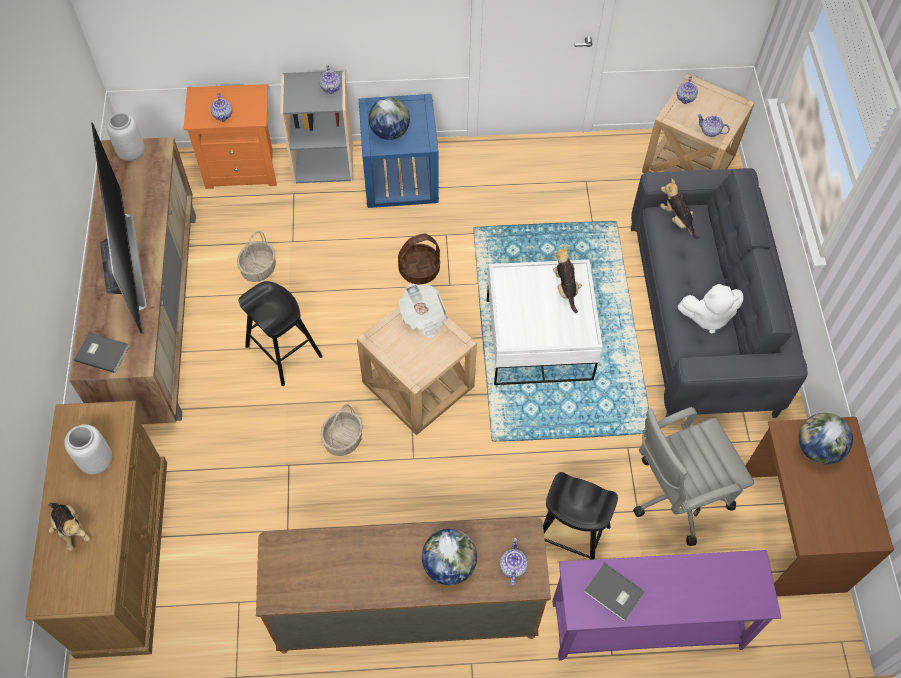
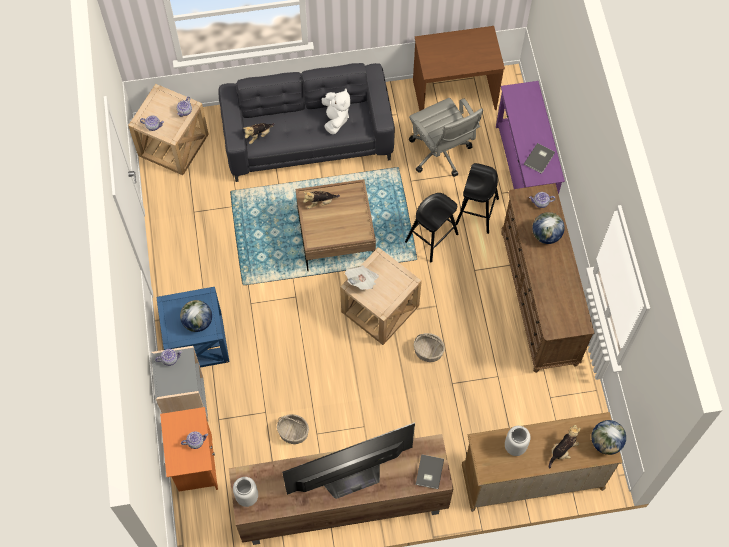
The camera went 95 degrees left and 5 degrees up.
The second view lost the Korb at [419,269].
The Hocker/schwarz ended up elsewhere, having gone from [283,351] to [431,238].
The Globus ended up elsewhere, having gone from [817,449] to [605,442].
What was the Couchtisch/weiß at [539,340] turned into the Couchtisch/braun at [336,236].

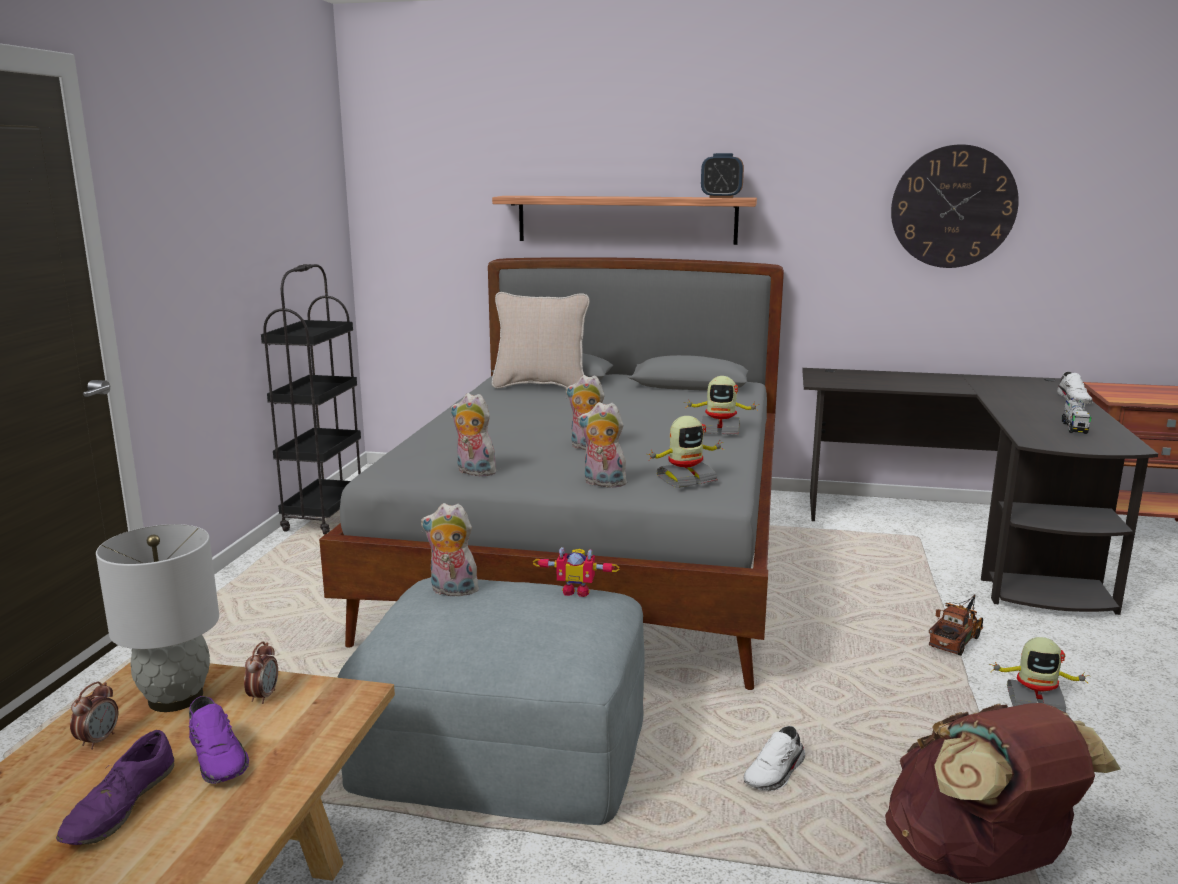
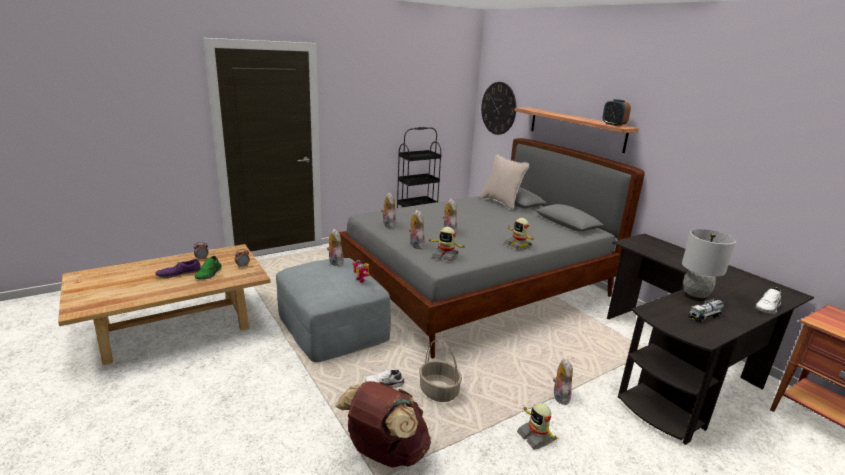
The camera went 45 degrees right and 5 degrees up.
The second view gained the Korb at [439,391].
The Tischlampe/weiß ended up elsewhere, having gone from [176,697] to [695,296].
The Wanduhr ended up elsewhere, having gone from [953,207] to [498,108].
Where the Spielzeuglaster stood at [957,639], the Plüschtier came to stand at [559,396].
What was the Schuh/lila at [219,757] turned into the Schuh/grün at [209,274].

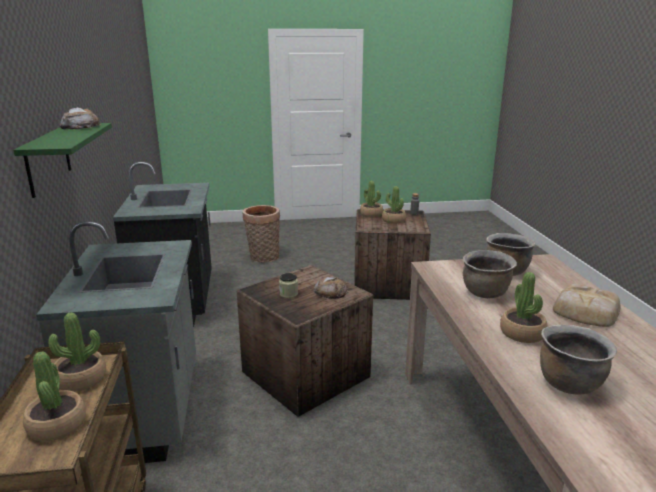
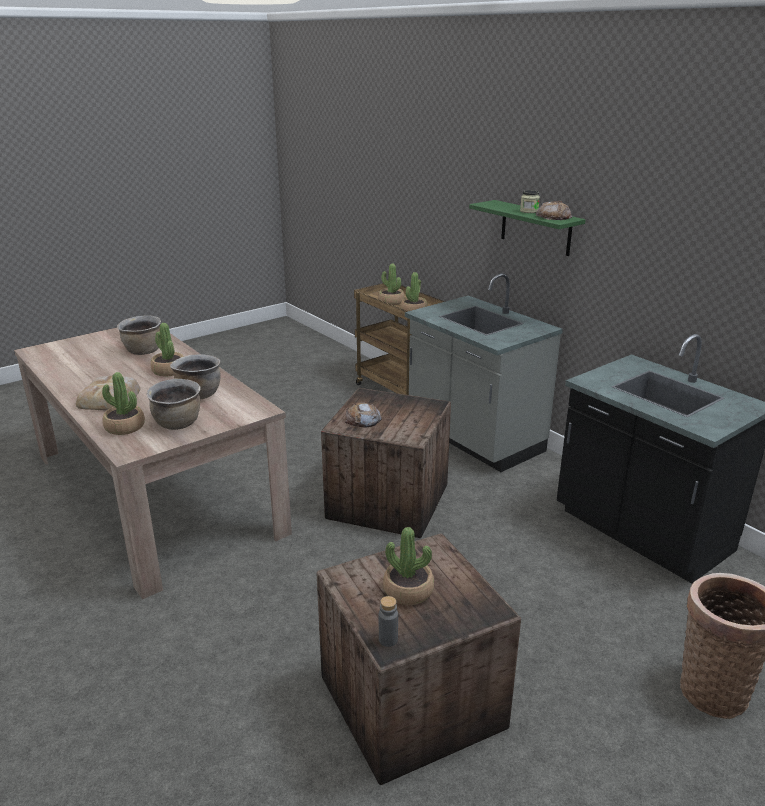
The camera went 150 degrees right and 5 degrees up.
The Vorratsglas ended up elsewhere, having gone from [288,294] to [529,211].
The Topfpflanze ended up elsewhere, having gone from [371,214] to [124,427].

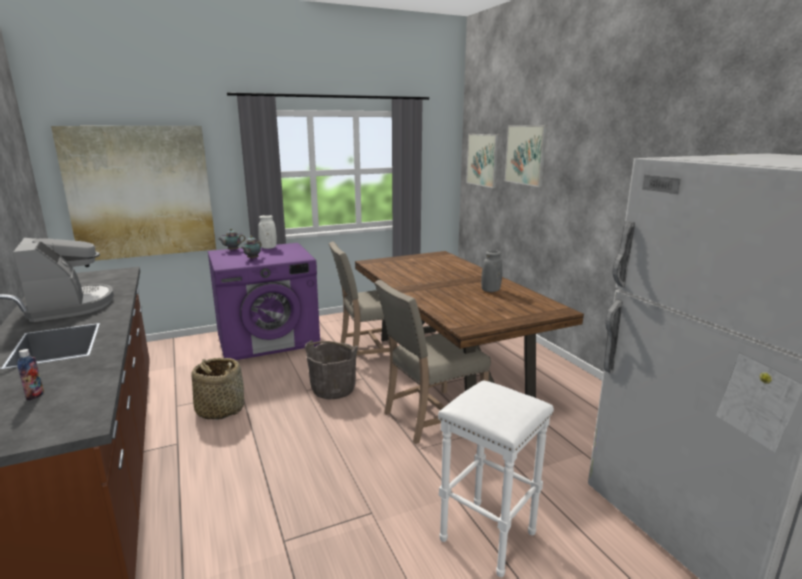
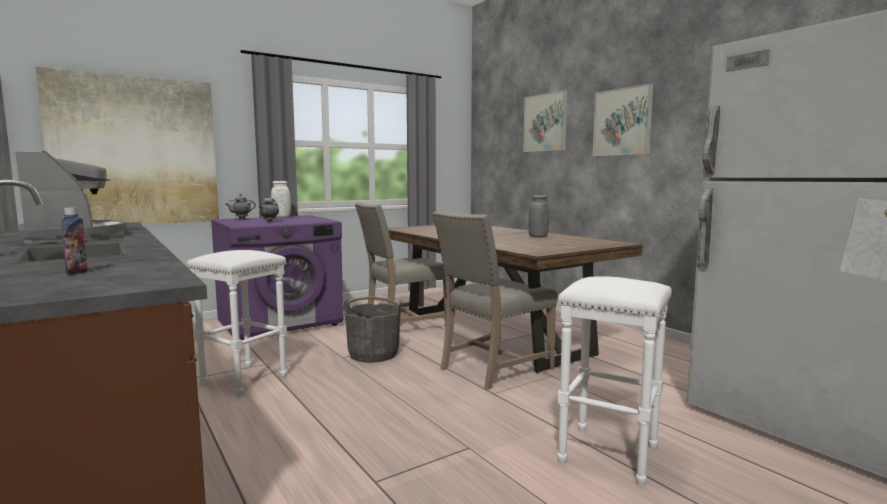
The camera went 10 degrees left and 10 degrees down.
The Bild ended up elsewhere, having gone from [482,160] to [622,122].
Where the Korb stood at [220,409], the Hocker/weiß came to stand at [244,378].

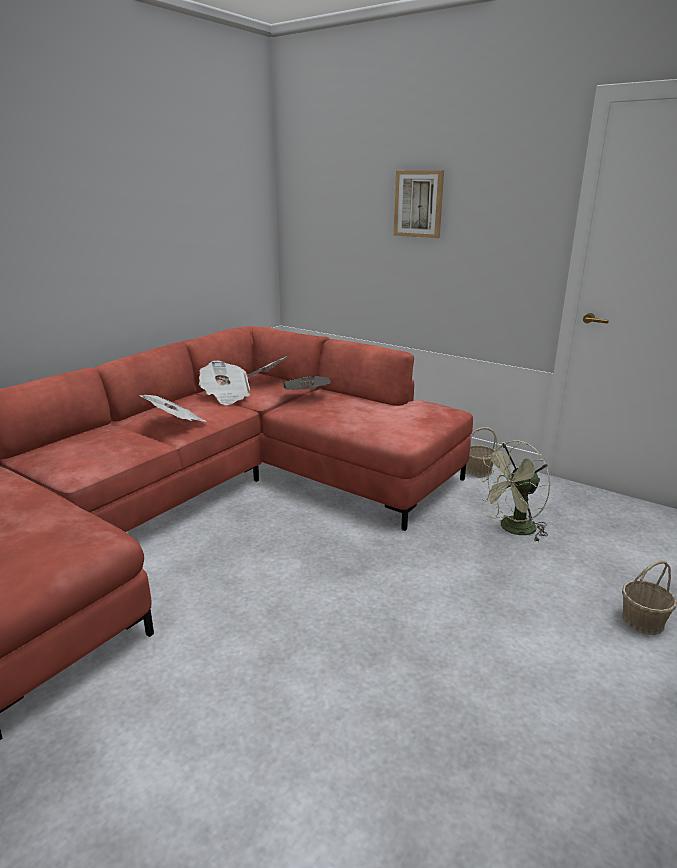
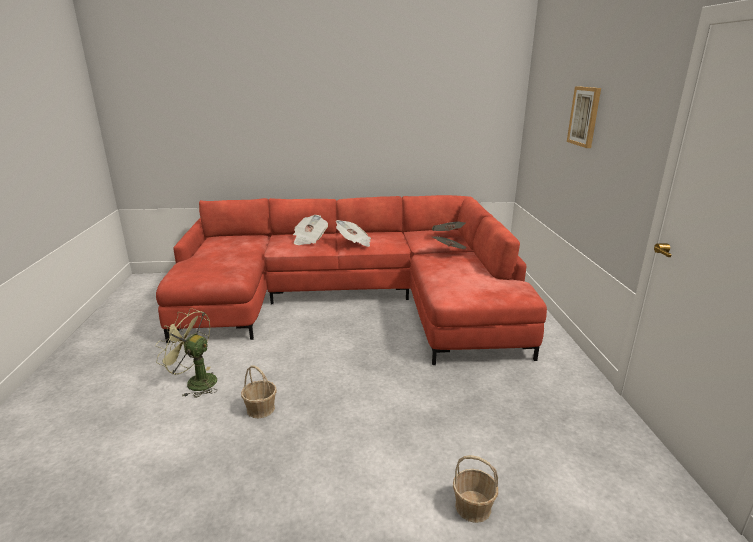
The camera went 50 degrees right and 0 degrees up.
The Zeitung ended up elsewhere, having gone from [225,396] to [309,240].
The Korb ended up elsewhere, having gone from [478,470] to [260,409].
The Ventilator/grün ended up elsewhere, having gone from [513,530] to [195,382].

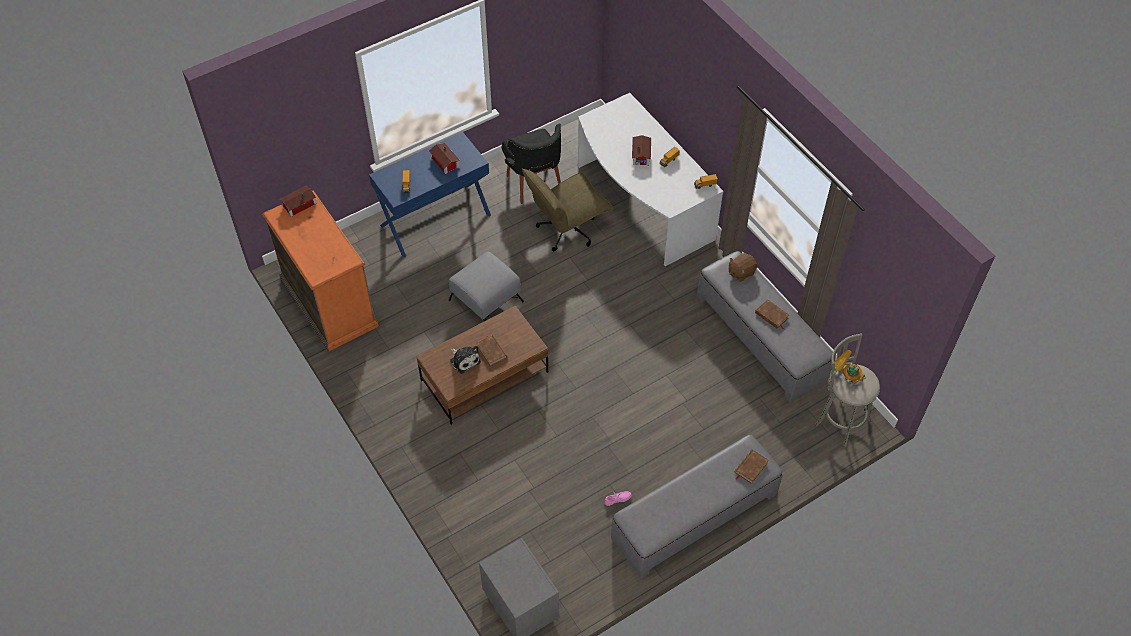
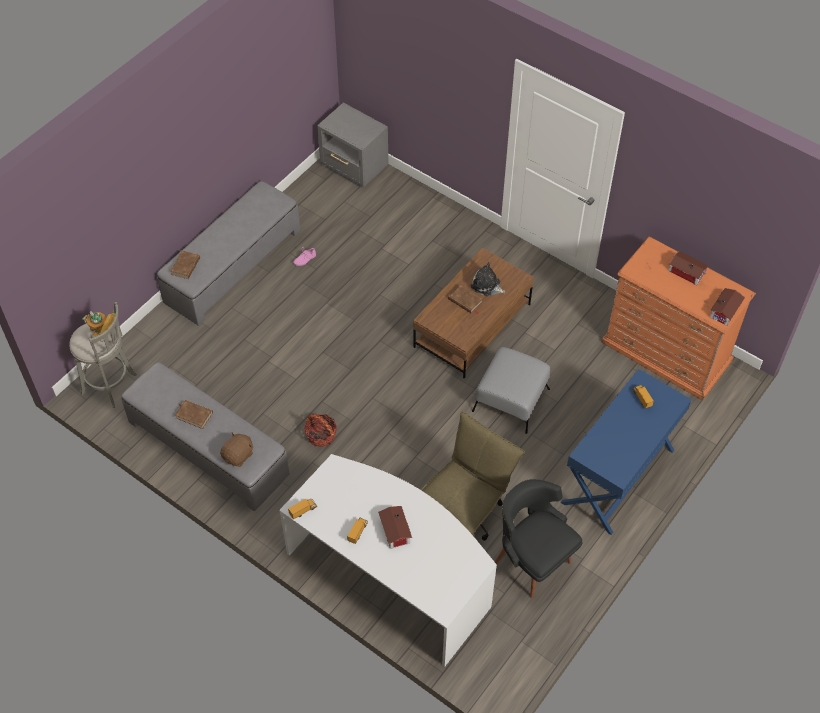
The camera went 160 degrees right and 0 degrees up.
The second view gained the Korb at [321,435].
The Spielzeughaus ended up elsewhere, having gone from [444,163] to [686,271].

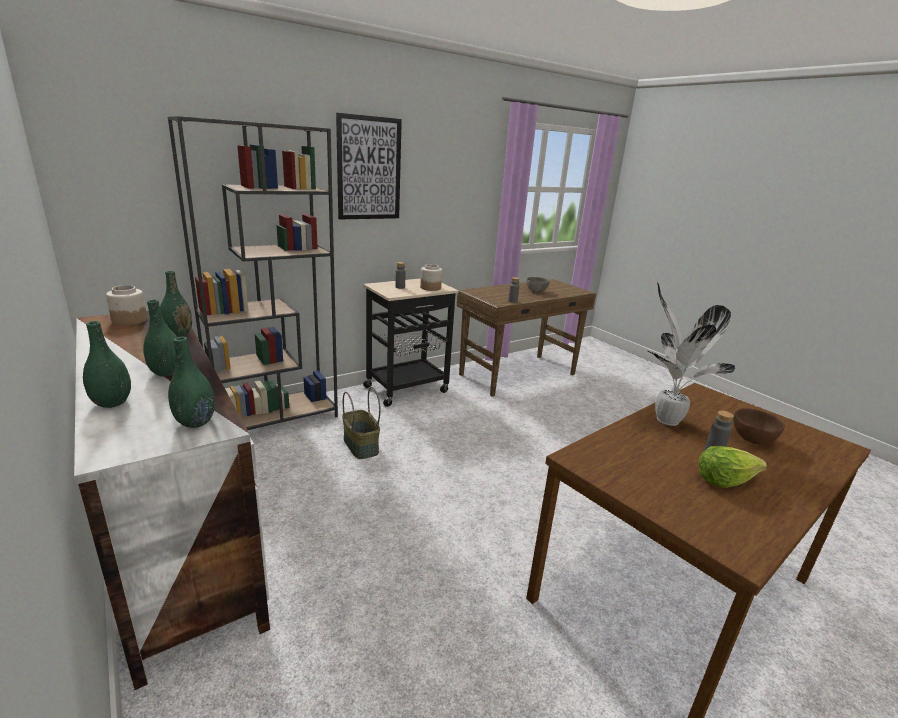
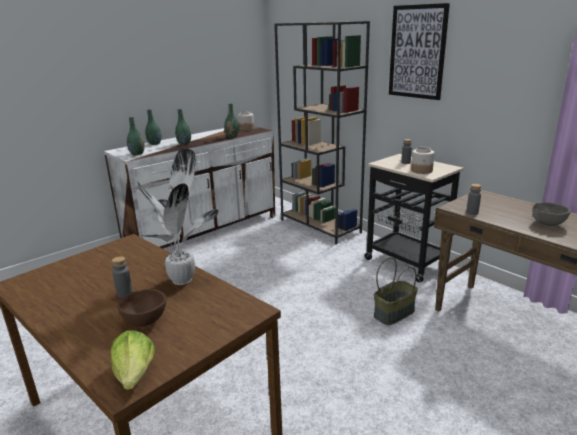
The camera went 85 degrees right and 0 degrees up.
The Korb ended up elsewhere, having gone from [360,445] to [394,313].
The Salatkopf ended up elsewhere, having gone from [724,480] to [135,374].

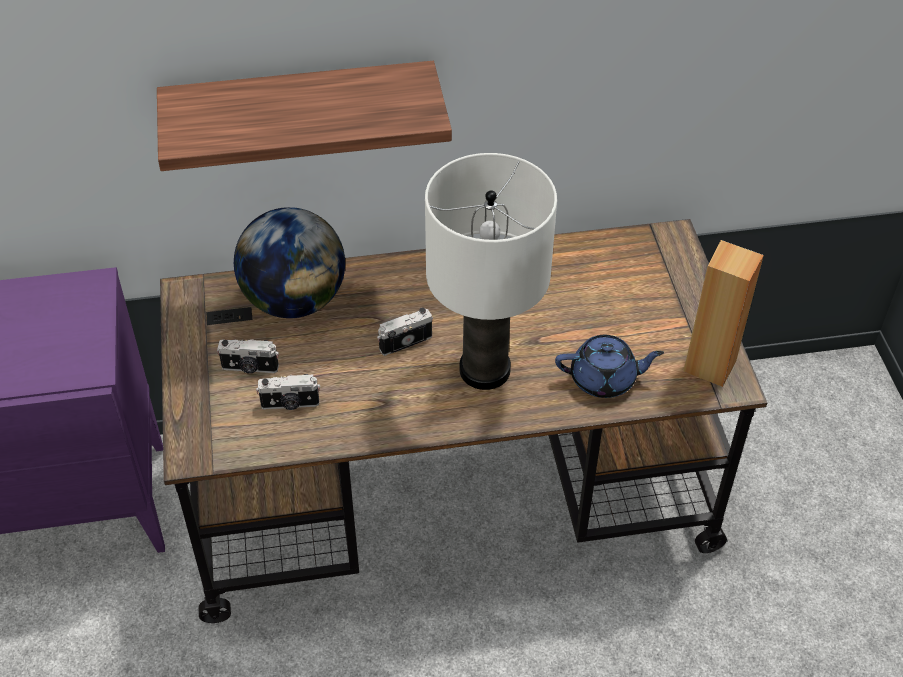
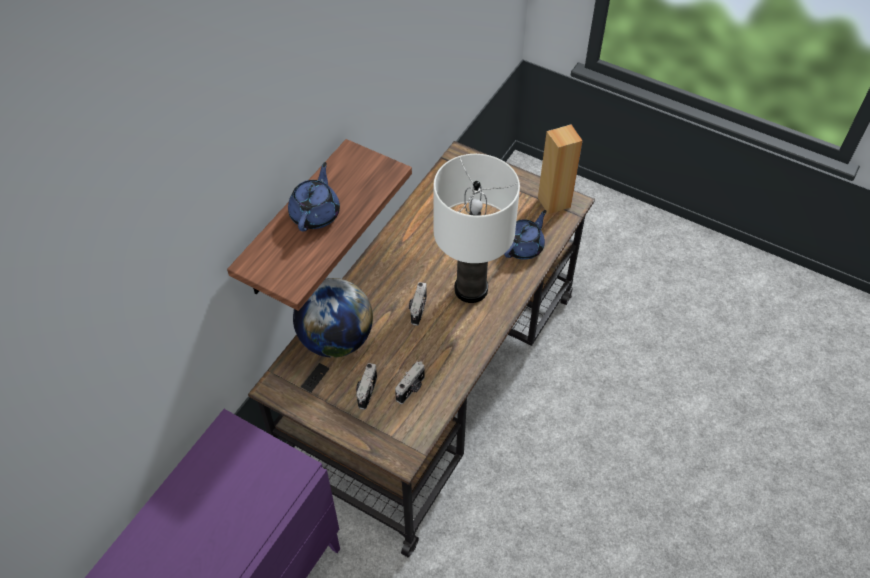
The camera went 50 degrees left and 5 degrees up.
The second view gained the Teekanne/blau at [315,213].
The Kamera at [250,368] ended up facing another way, 150 degrees clockwise from before.

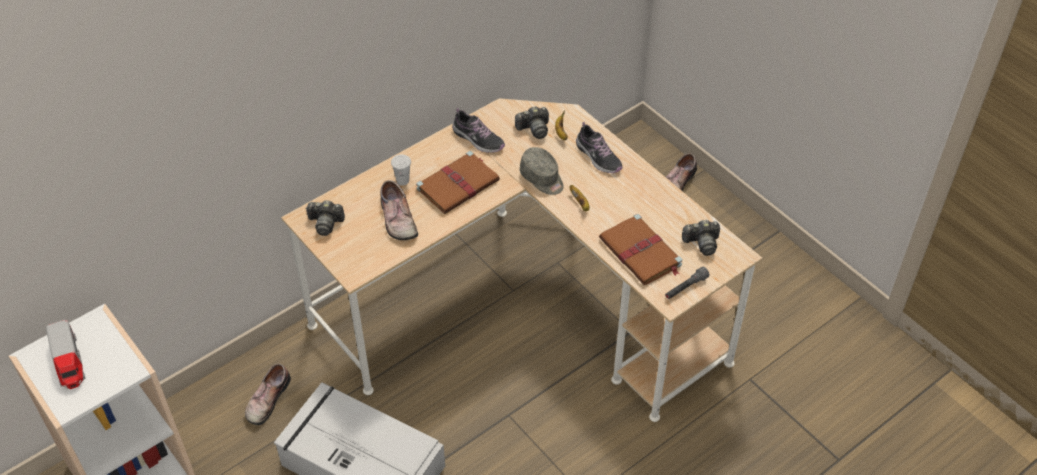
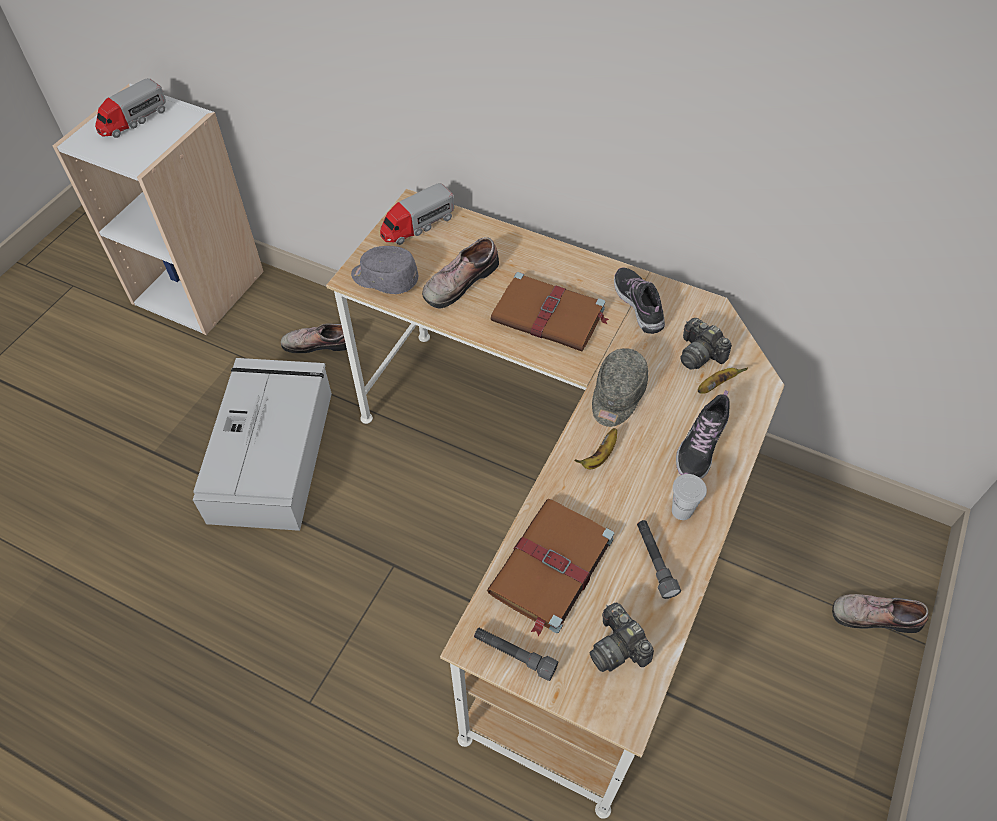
The camera went 65 degrees right and 5 degrees up.
The second view gained the Kappe/grau at [384,279].
The second view gained the Taschenlampe/grau at [654,562].
The Tasse/weiß ended up elsewhere, having gone from [402,180] to [681,511].
Where the Kamera stood at [325,223], the Spielzeuglaster came to stand at [417,225].
The Schuh at [478,139] ended up facing another way, 150 degrees clockwise from before.

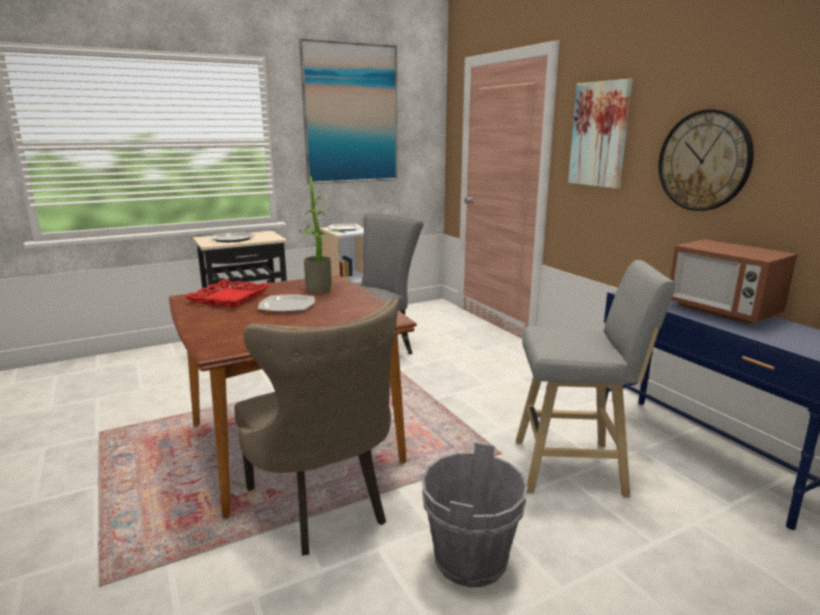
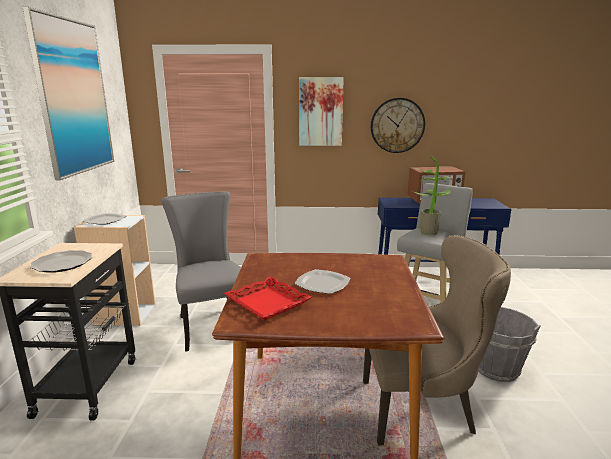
The camera went 60 degrees left and 0 degrees up.
The Topfpflanze ended up elsewhere, having gone from [323,290] to [429,232].

